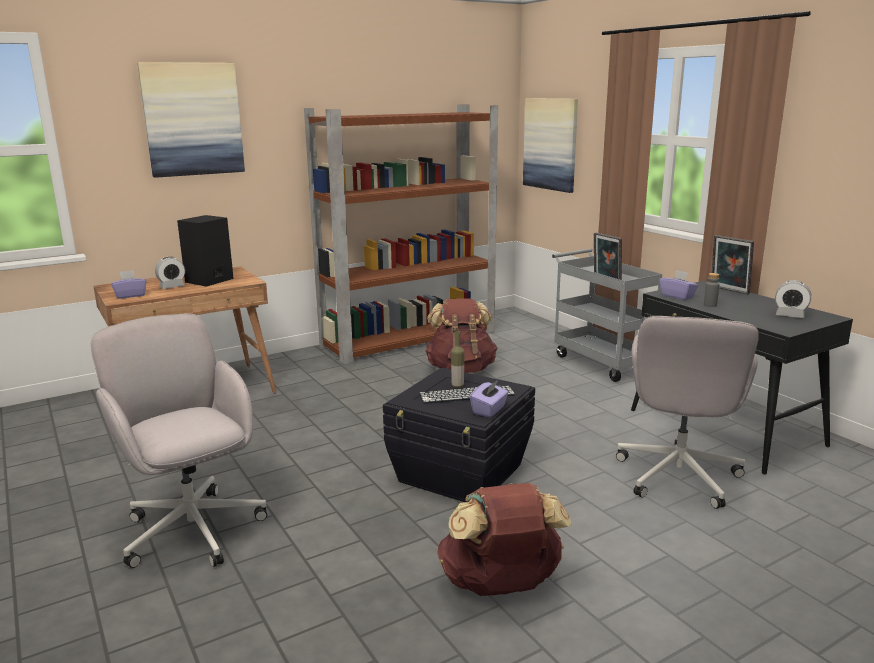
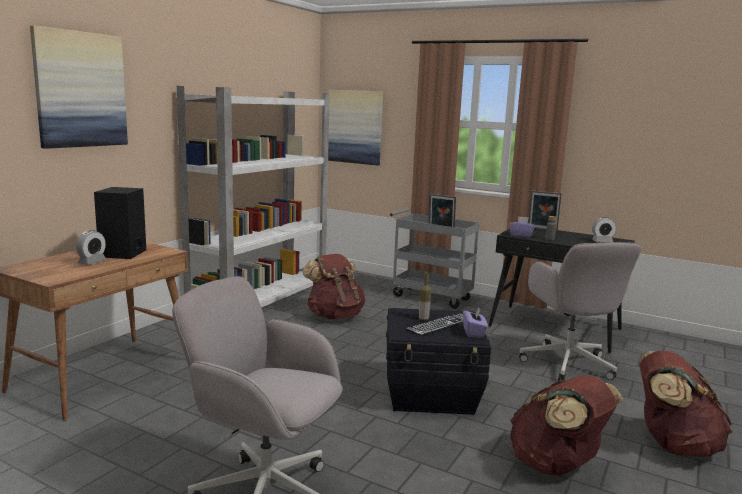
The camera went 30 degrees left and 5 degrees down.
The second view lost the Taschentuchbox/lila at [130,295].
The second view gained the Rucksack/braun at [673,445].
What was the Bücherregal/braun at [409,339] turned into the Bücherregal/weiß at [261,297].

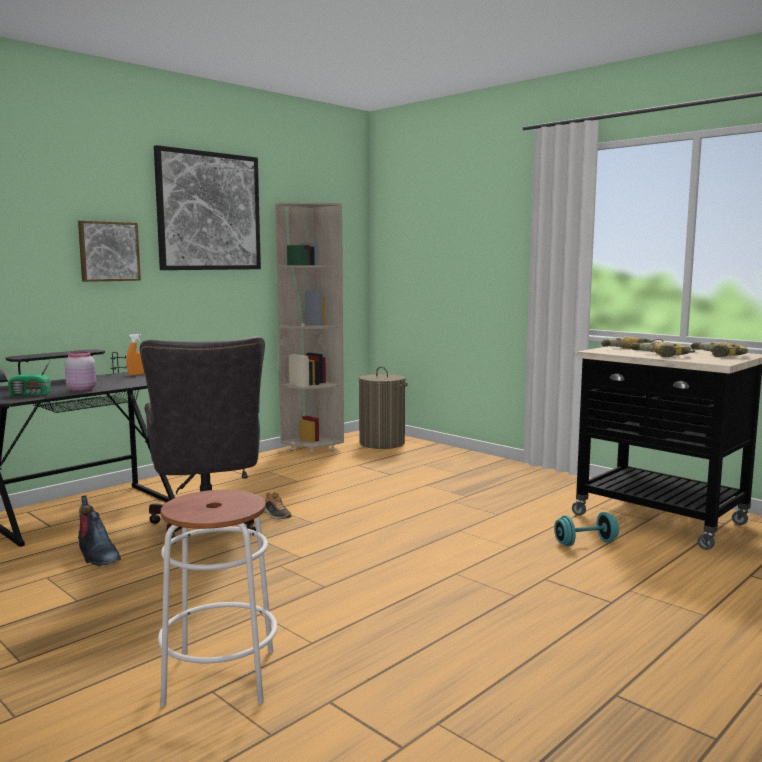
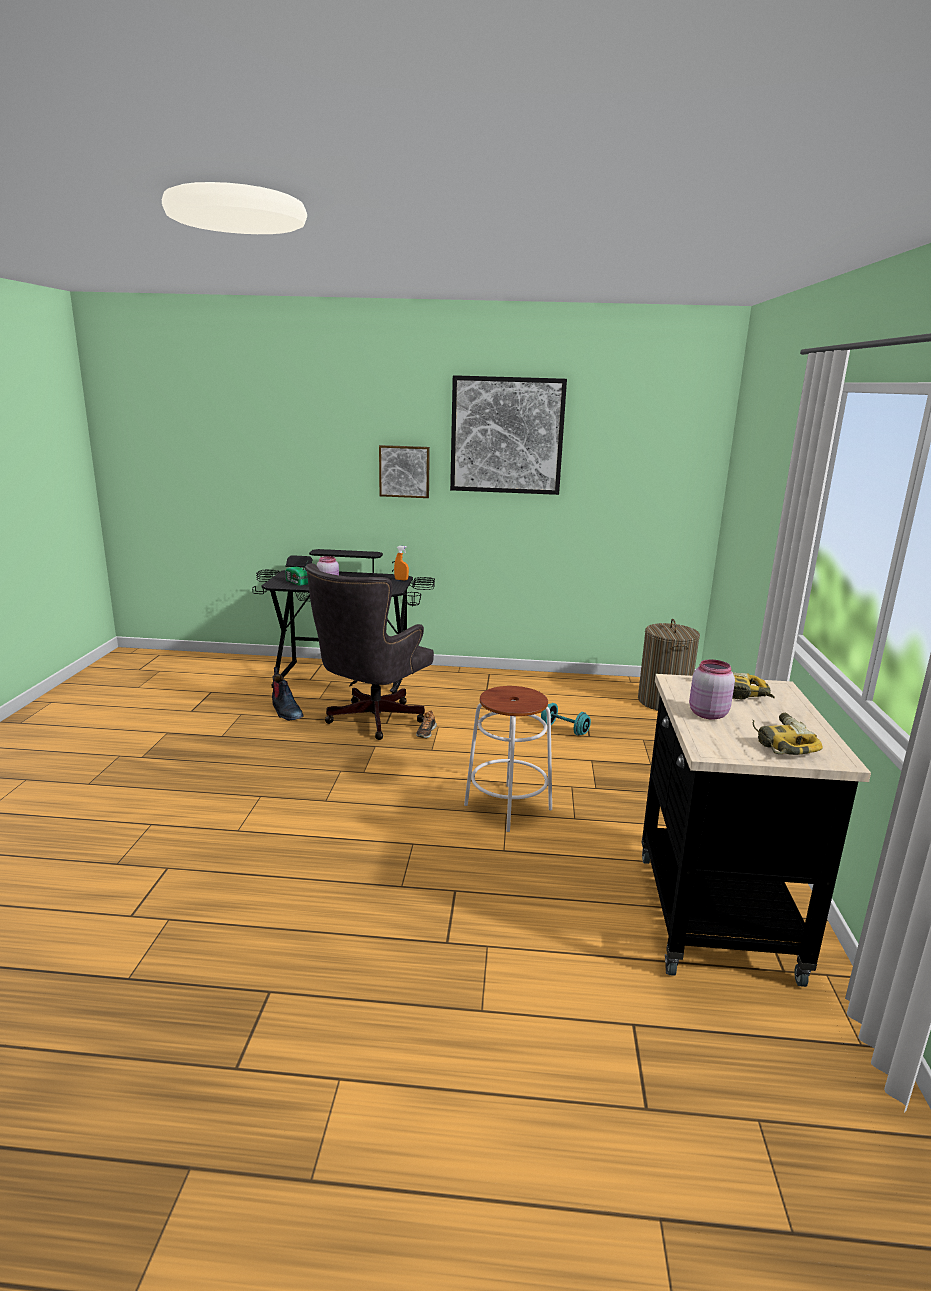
The camera went 50 degrees right and 10 degrees up.
The second view lost the Bücherregal/beige at [312,448].
The Hocker/weiß ended up elsewhere, having gone from [220,676] to [508,807].
The Hantel/türkis ended up elsewhere, having gone from [585,543] to [564,729].
Where the Bohrmaschine stood at [660,355], the Vorratsglas/rosa came to stand at [706,714].
The Stiefel at [97,555] ended up facing another way, 45 degrees counterclockwise from before.

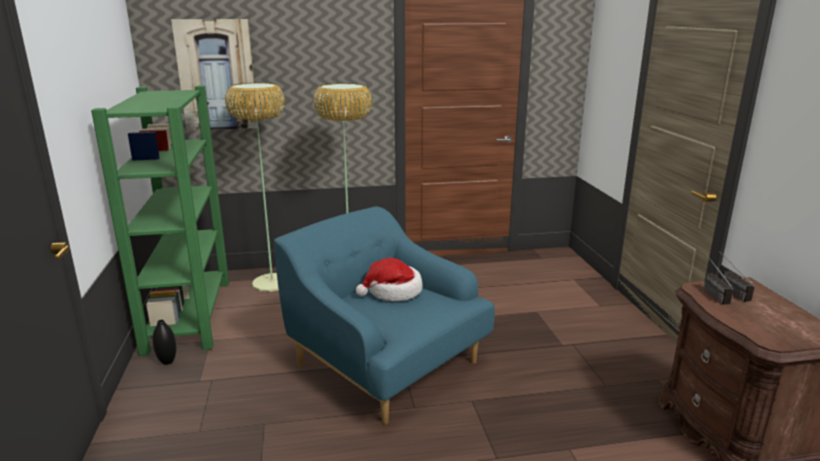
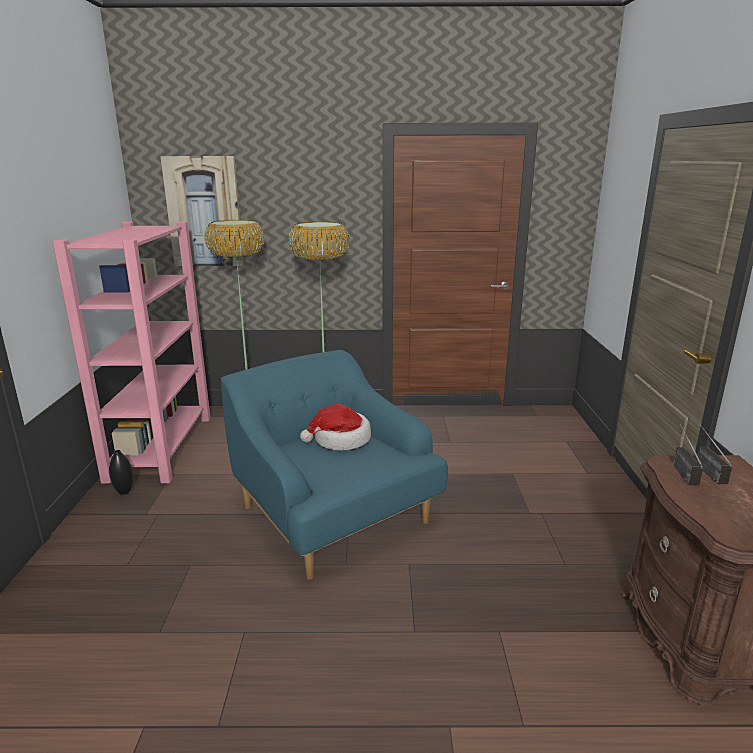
The camera went 10 degrees right and 0 degrees up.
What was the Bücherregal/grün at [188,315] turned into the Bücherregal/rosa at [161,447].

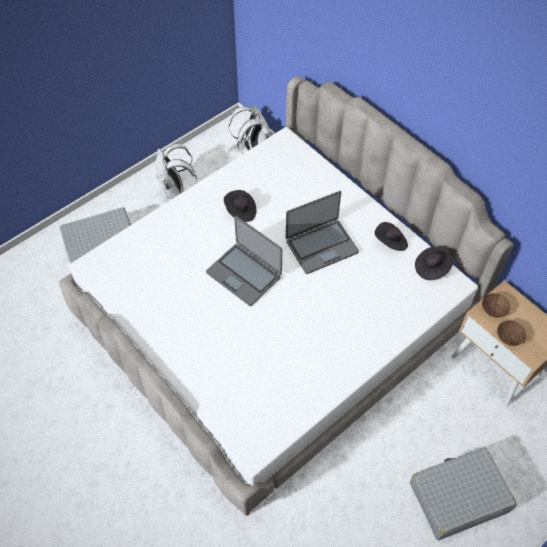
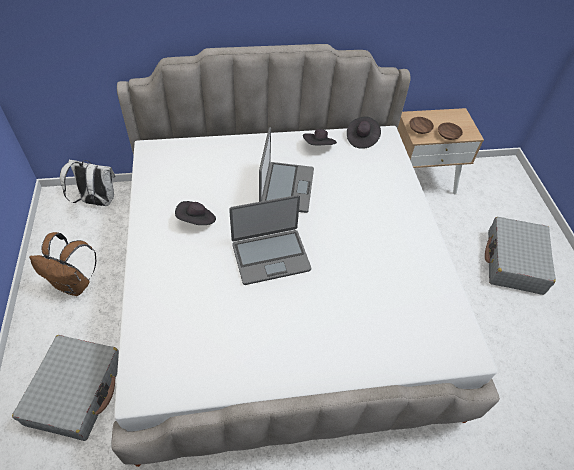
The camera went 60 degrees left and 5 degrees down.
What was the Rucksack/weiß at [175,190] turned into the Rucksack/braun at [74,284].

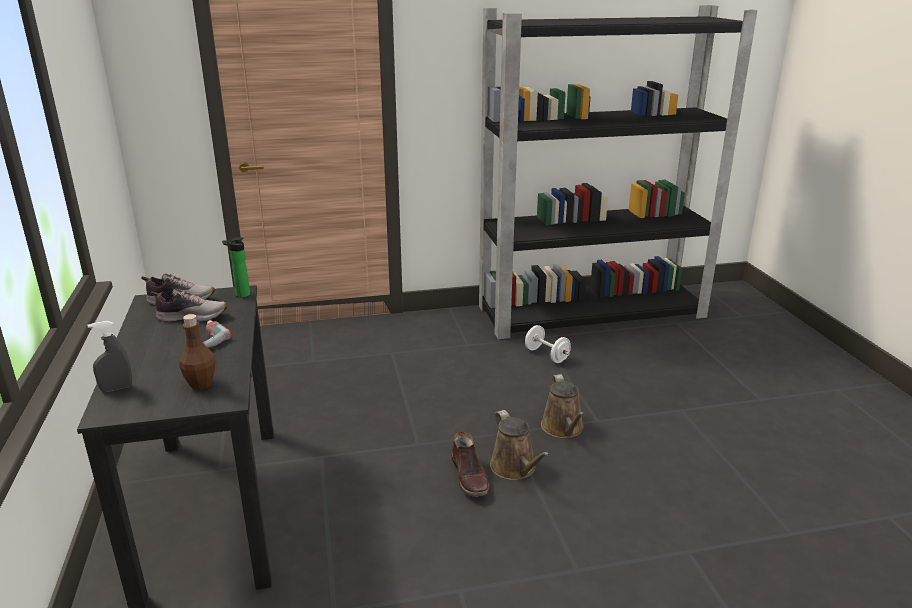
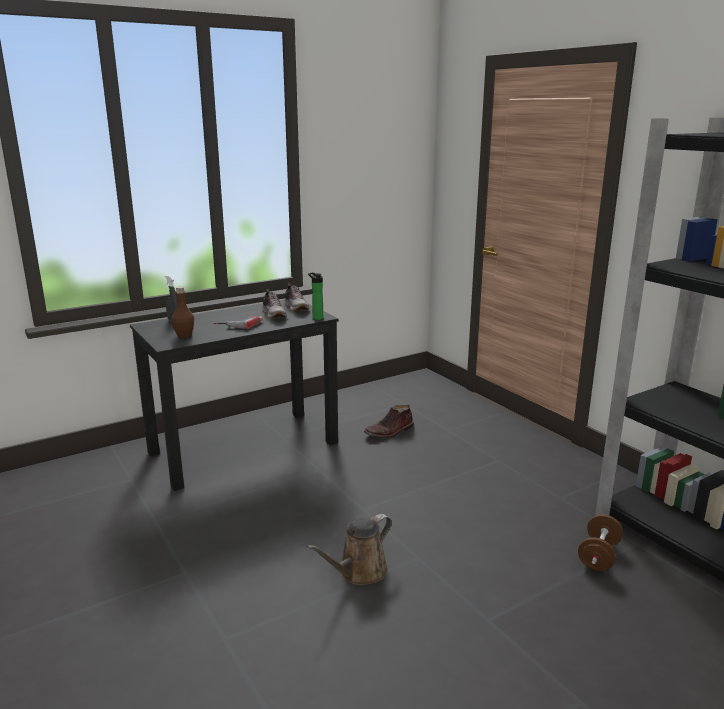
The camera went 70 degrees right and 5 degrees down.
The second view lost the Gießkanne/braun at [563,428].
The Stiefel/braun ended up elsewhere, having gone from [470,477] to [389,432].
What was the Hantel/weiß at [546,355] turned into the Hantel/braun at [598,556].

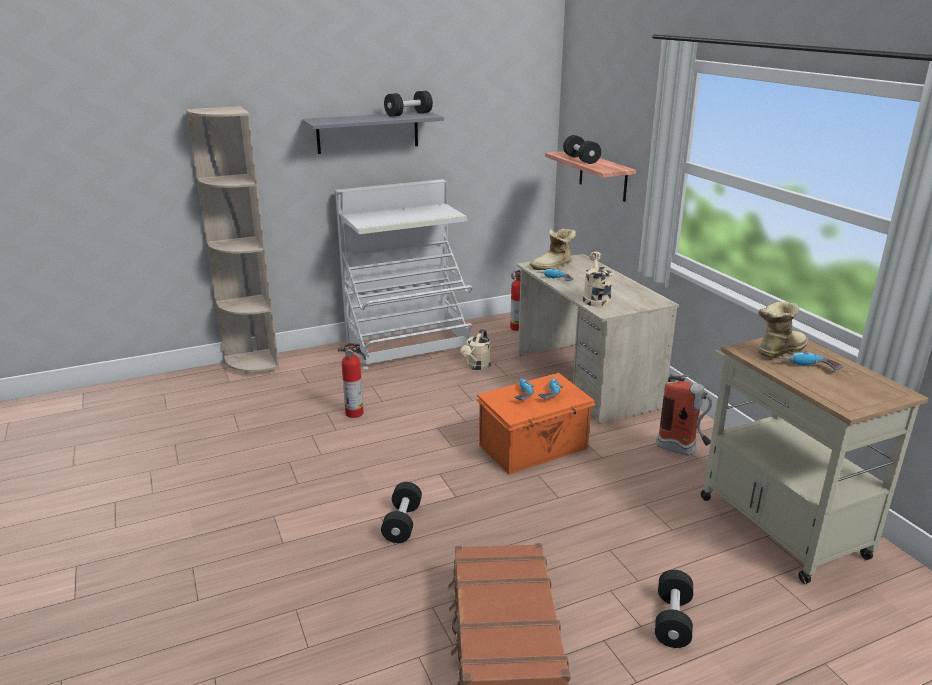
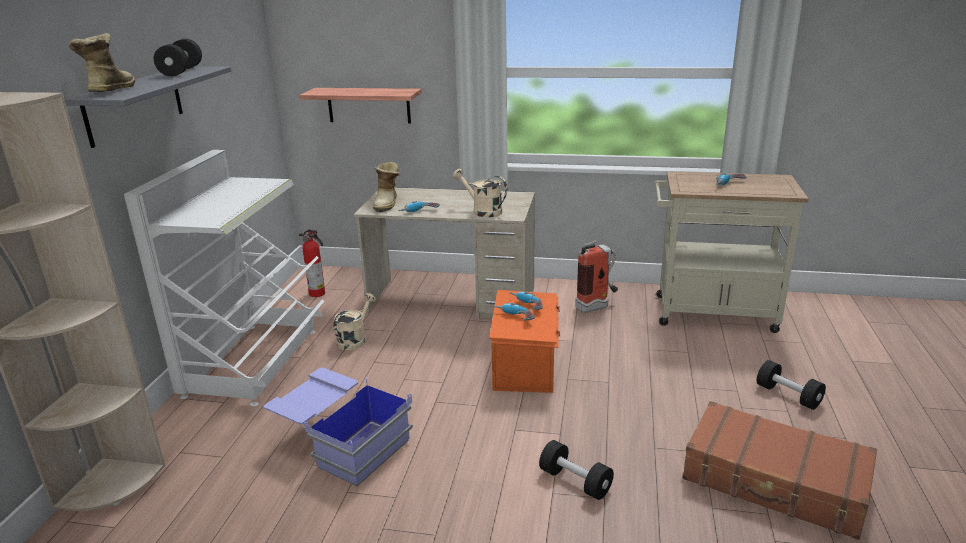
The camera went 55 degrees left and 0 degrees up.
The second view lost the Hantel/schwarz at [581,159].
The Stiefel ended up elsewhere, having gone from [777,350] to [109,91].
Where the Feuerlöscher stood at [356,413], the Aufbewahrungsbox/blau came to stand at [341,443].
The Gießkanne/beige at [476,366] ended up facing another way, 120 degrees counterclockwise from before.

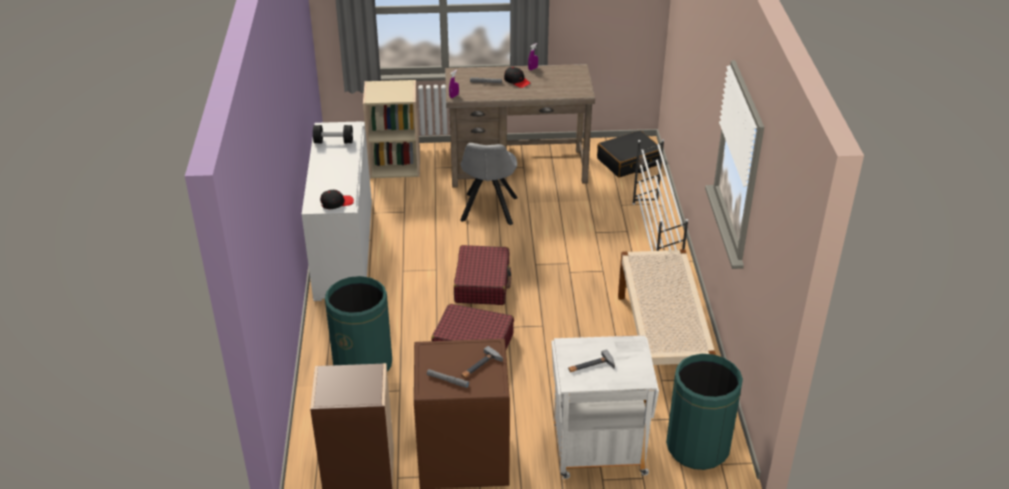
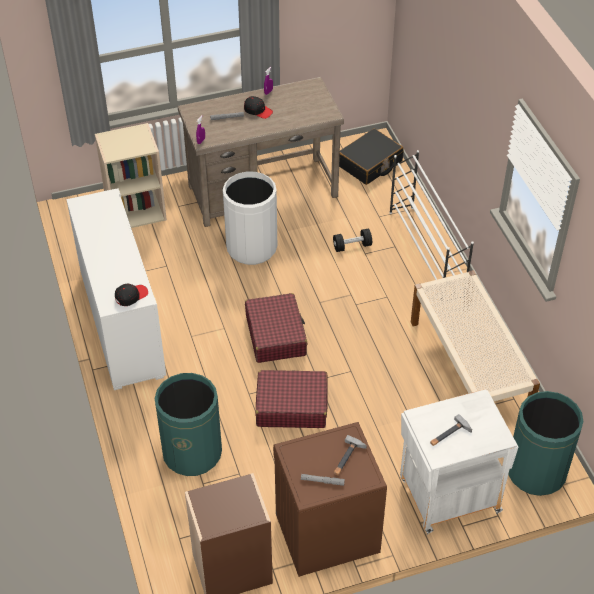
The camera went 15 degrees left and 10 degrees up.
The Hantel/schwarz ended up elsewhere, having gone from [333,141] to [352,246].
Where the Stuhl/grau stood at [489,210], the Mülleimer/weiß came to stand at [251,247].

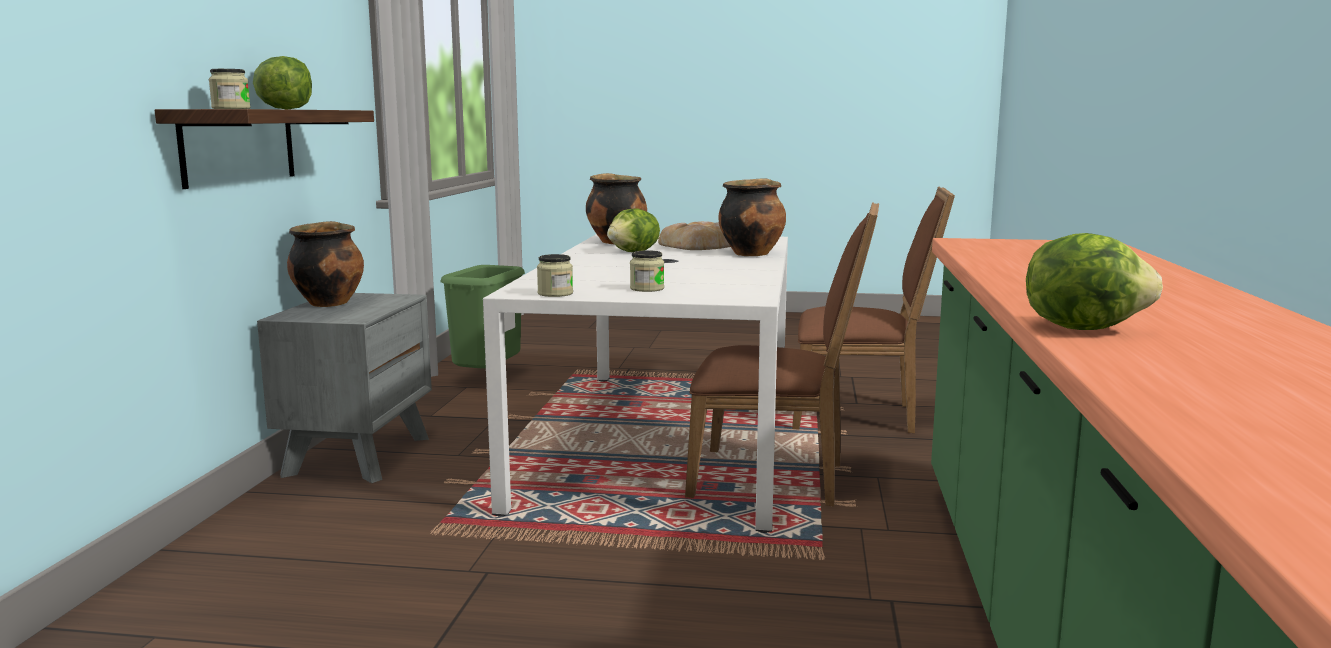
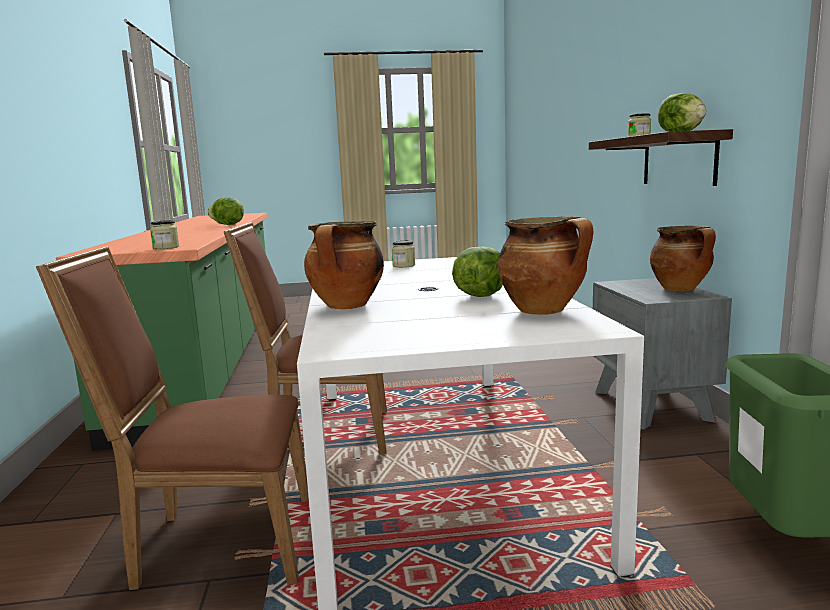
The camera went 165 degrees right and 0 degrees up.
The second view lost the Brot at [701,245].
The Vorratsglas ended up elsewhere, having gone from [555,293] to [166,247].

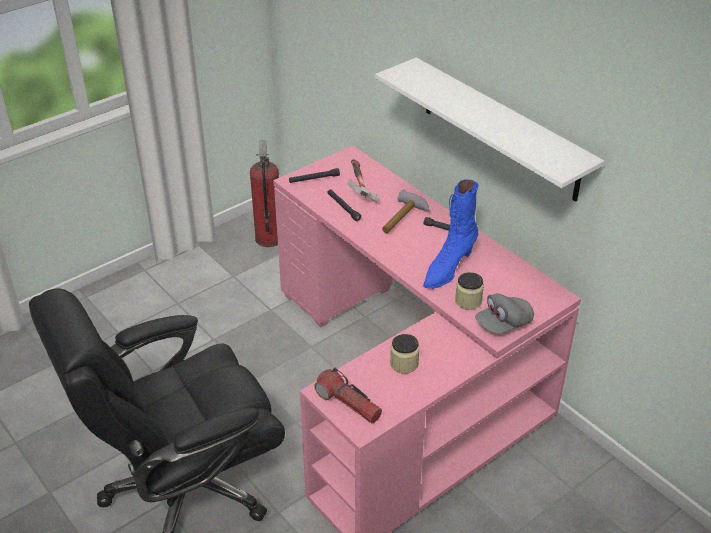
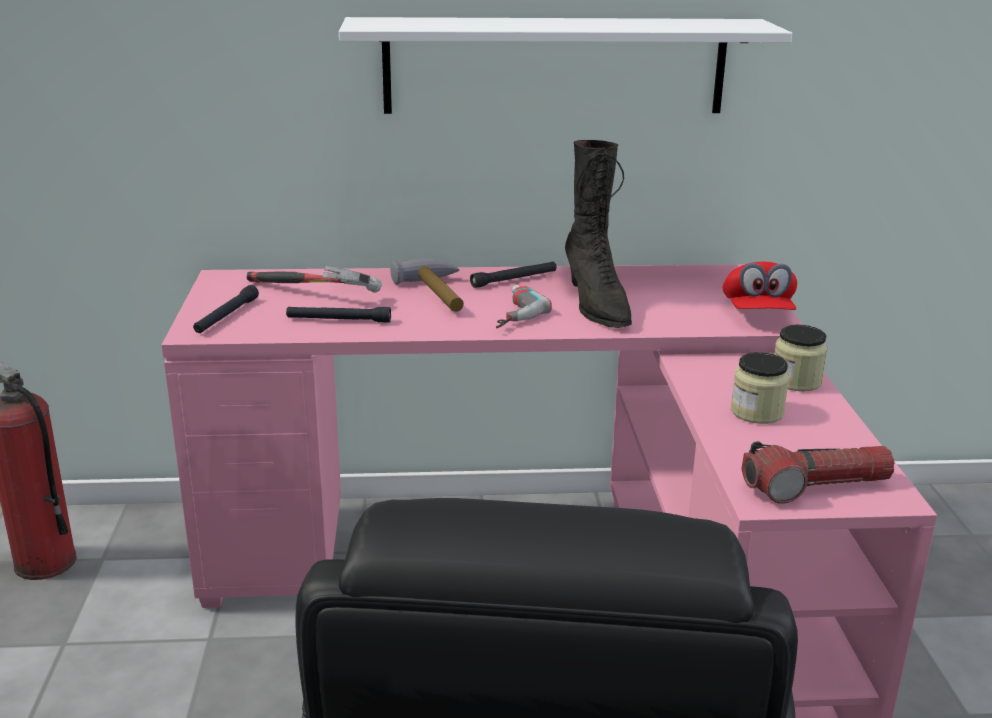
The camera went 55 degrees left and 15 degrees down.
The second view gained the Bohrmaschine at [507,313].
The Vorratsglas ended up elsewhere, having gone from [468,301] to [796,381].
What was the Stiefel/blau at [448,269] turned into the Stiefel/schwarz at [596,306].
What was the Kappe/grau at [503,324] turned into the Kappe/rot at [757,313].

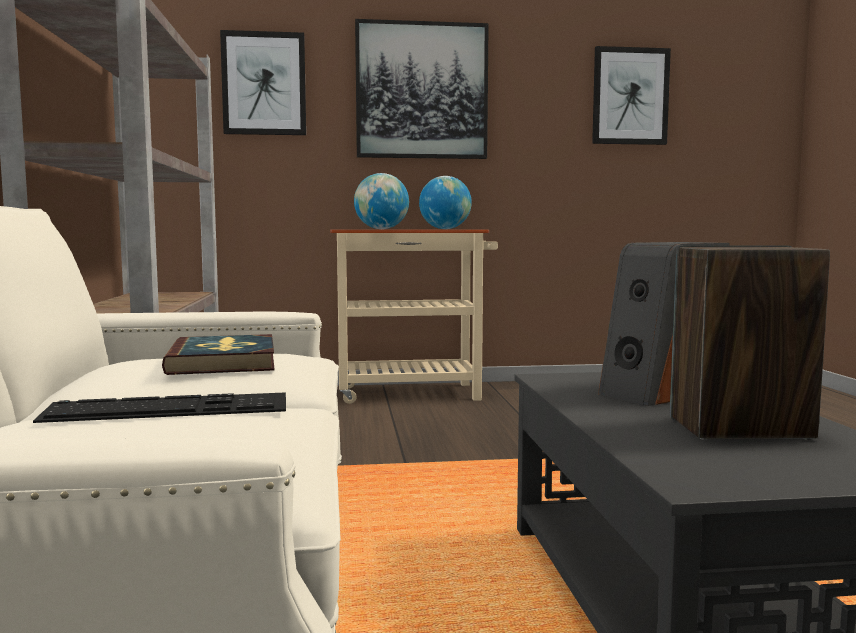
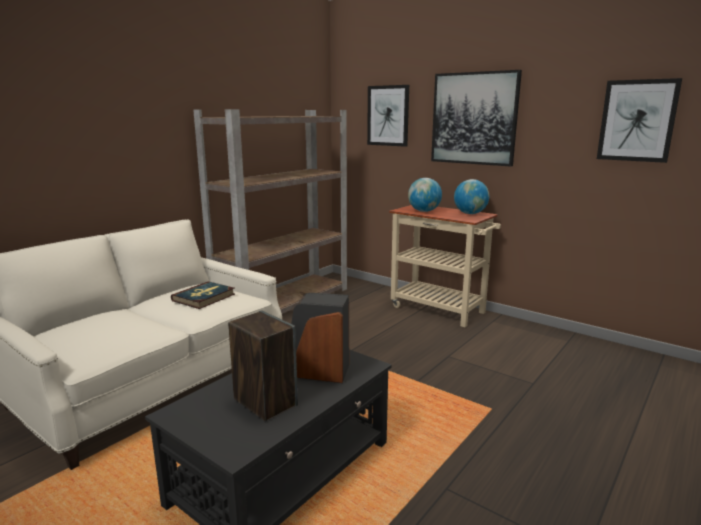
The camera went 45 degrees right and 10 degrees up.
The second view lost the Tastatur at [168,409].

